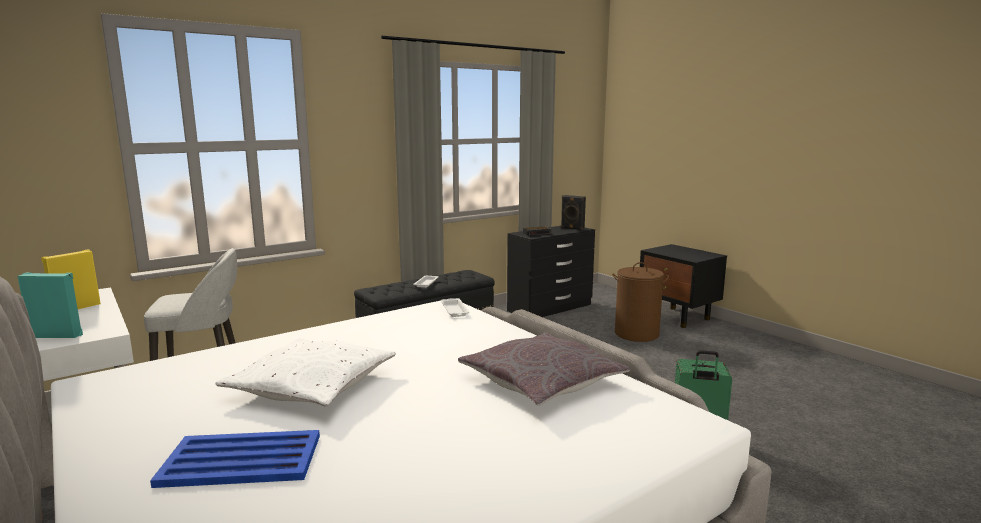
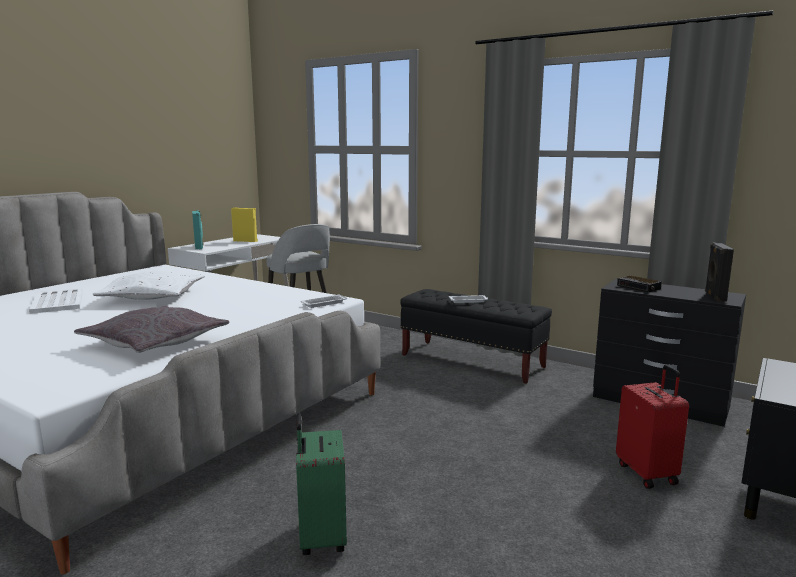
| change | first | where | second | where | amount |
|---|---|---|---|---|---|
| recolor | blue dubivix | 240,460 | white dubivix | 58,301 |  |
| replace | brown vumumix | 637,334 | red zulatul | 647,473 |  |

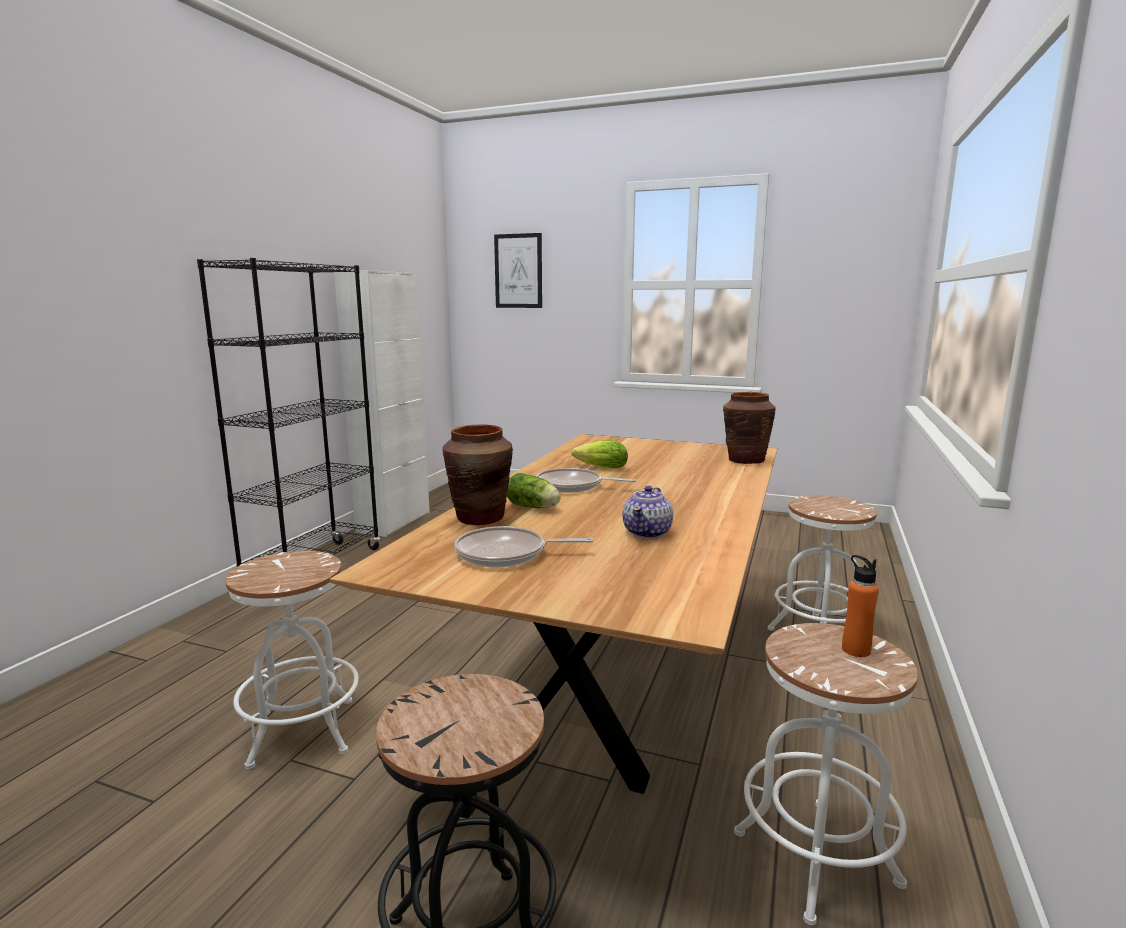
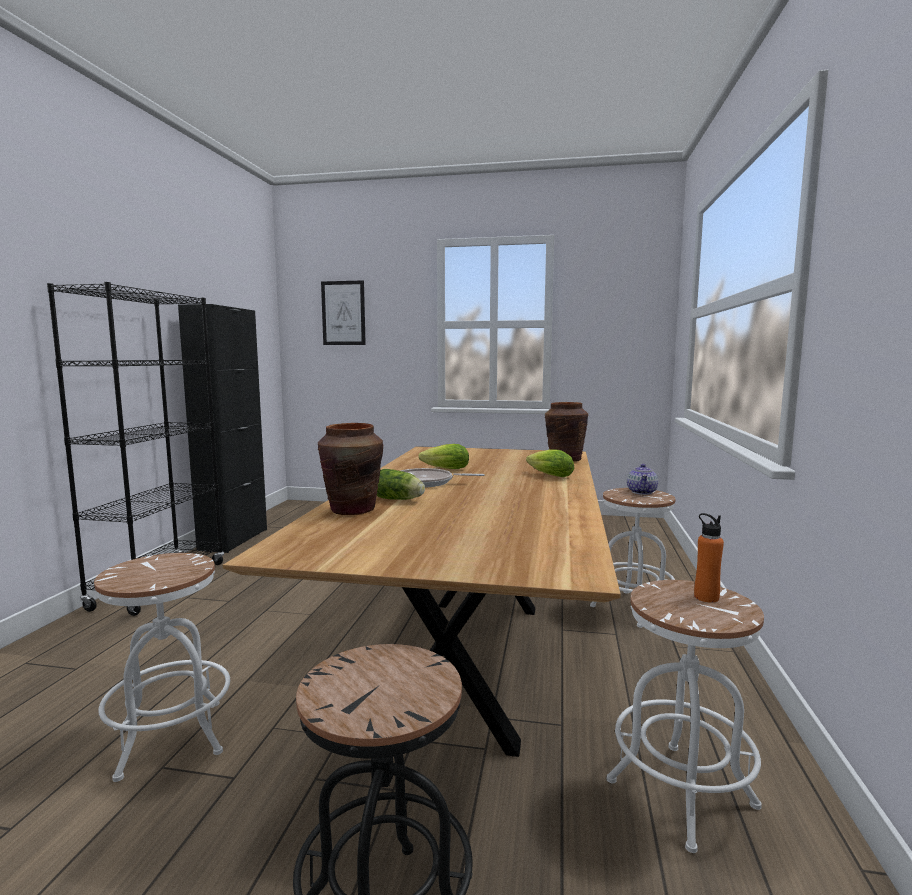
| change | first | where | second | where | amount |
|---|---|---|---|---|---|
| recolor | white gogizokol | 394,522 | black gogizokol | 233,539 |  |
| delete | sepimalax | 506,554 |  |  |  |
| move | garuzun | 648,532 |  | 642,492 |  |
| insert |  |  | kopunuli | 548,475 |  |

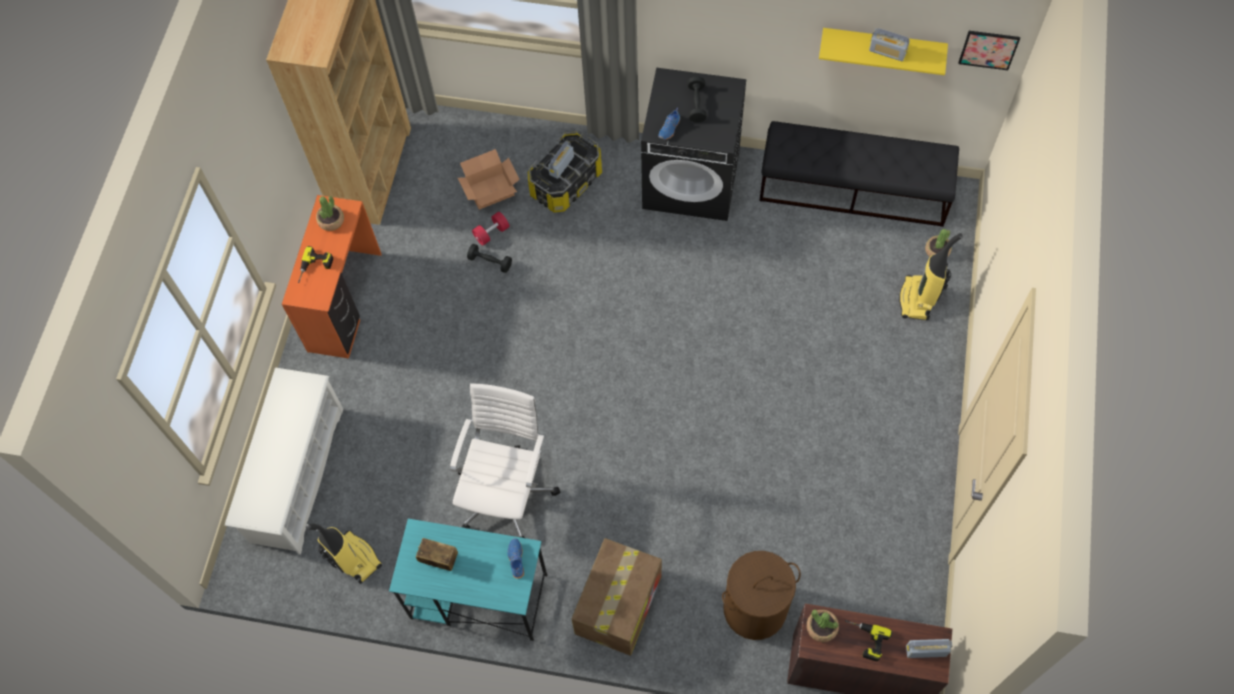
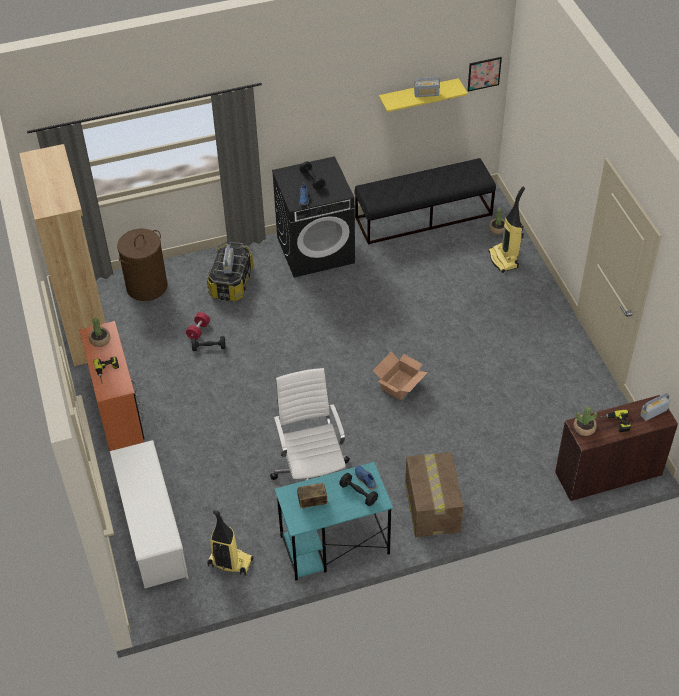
| change | first | where | second | where | amount |
|---|---|---|---|---|---|
| move | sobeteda | 490,191 |  | 399,384 |  |
| move | brown vumumix | 754,609 |  | 147,286 |  |
| insert |  |  | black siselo | 358,493 |  |

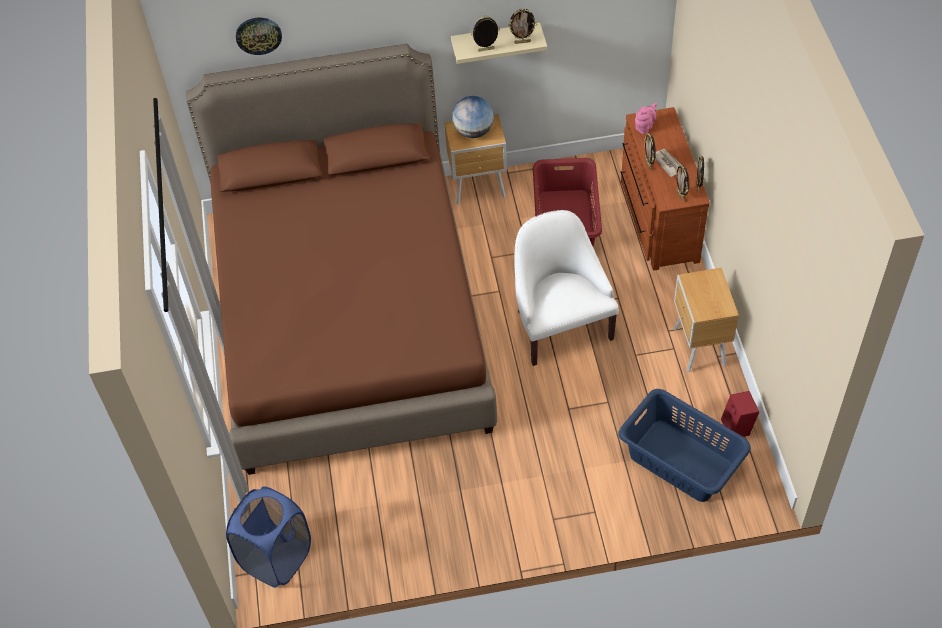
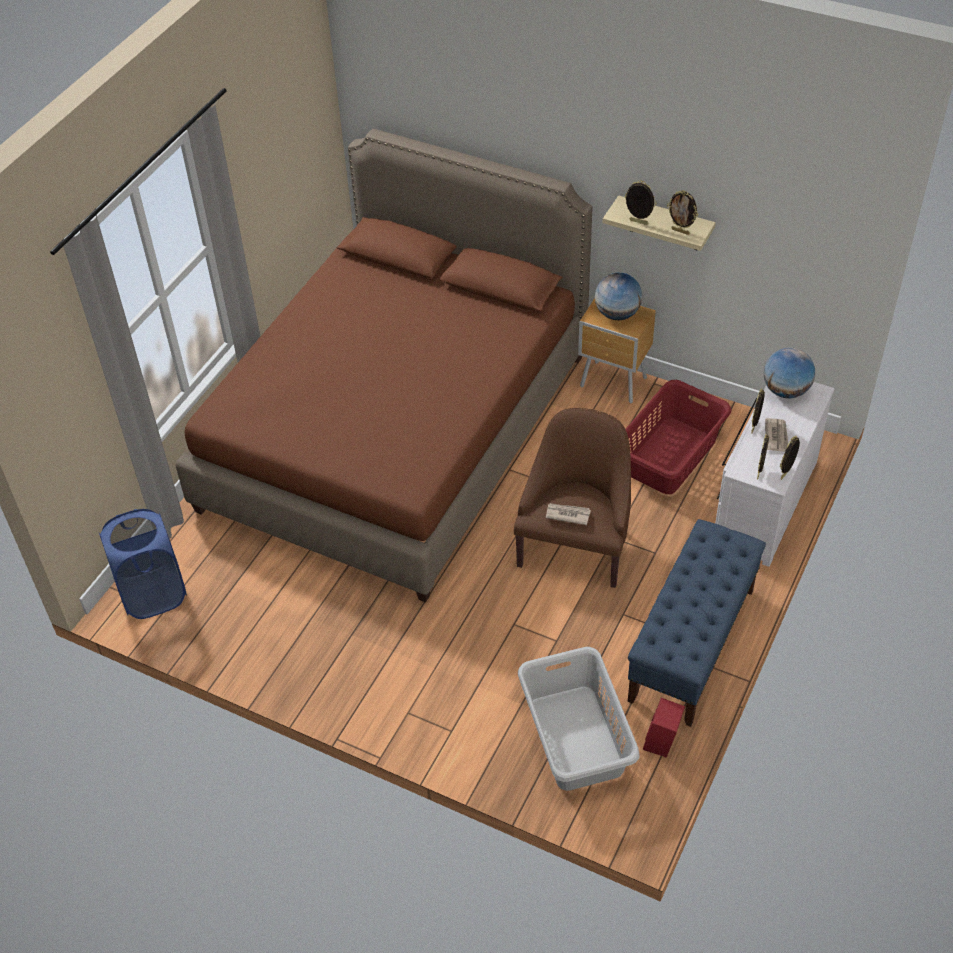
| change | first | where | second | where | amount |
|---|---|---|---|---|---|
| delete | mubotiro | 258,35 |  |  |  |
| recolor | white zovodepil | 560,325 | brown zovodepil | 576,545 |  |
| recolor | blue vumumix | 680,461 | grey vumumix | 575,738 |  |
| recolor | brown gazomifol | 657,219 | white gazomifol | 762,502 |  |
| replace | pink garuzun | 645,126 | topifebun | 785,391 |  |
| replace | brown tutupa | 698,348 | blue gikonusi | 692,645 |  |
| insert |  |  | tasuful | 567,514 |  |

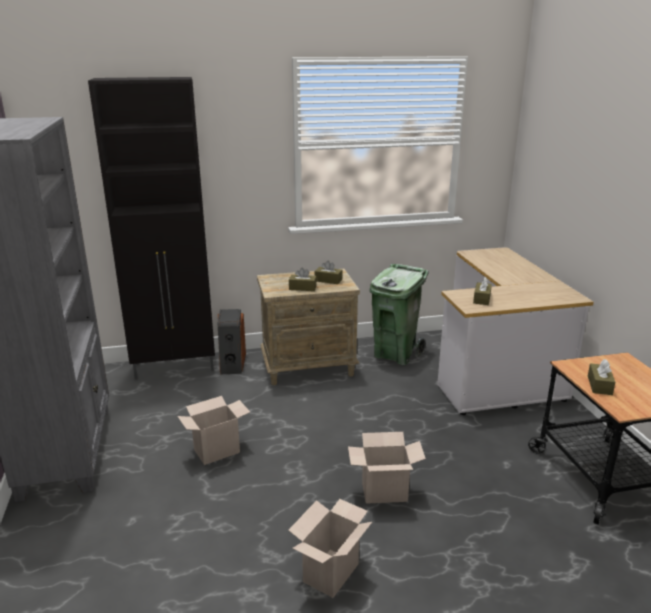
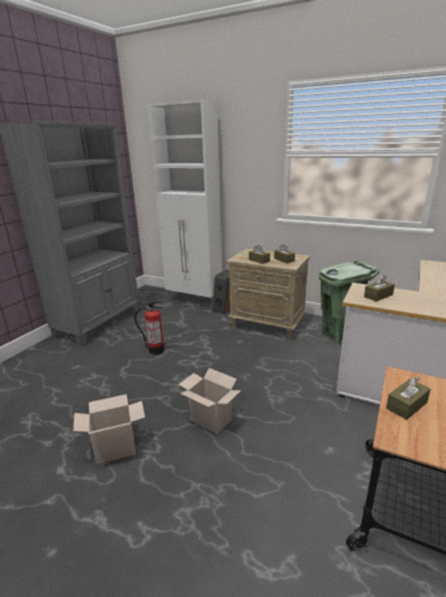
| change | first | where | second | where | amount |
|---|---|---|---|---|---|
| recolor | black gogizokol | 176,367 | white gogizokol | 195,300 |  |
| replace | sobeteda | 217,450 | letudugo | 156,350 |  |

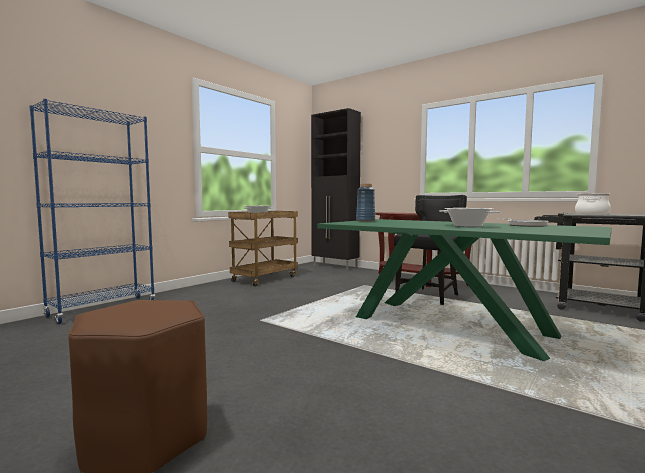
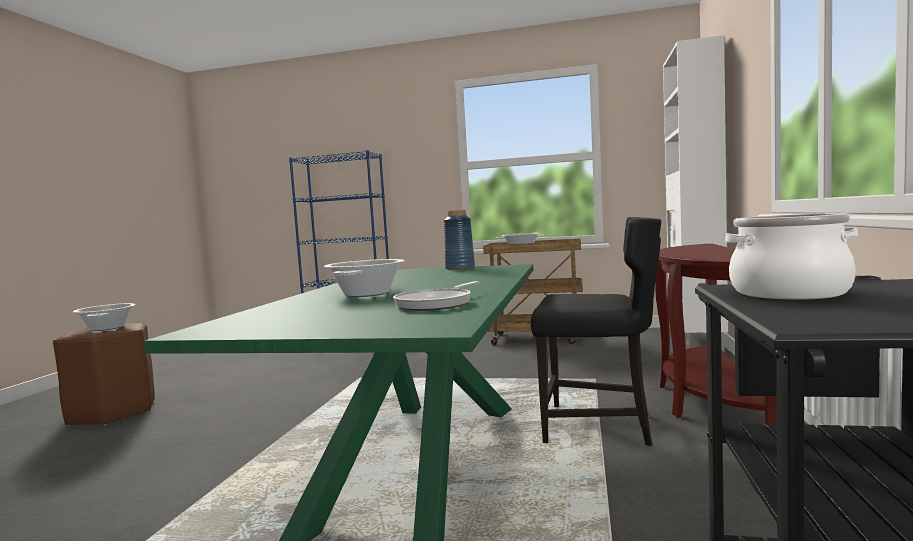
| change | first | where | second | where | amount |
|---|---|---|---|---|---|
| recolor | black gogizokol | 335,266 | white gogizokol | 696,342 |  |
| insert |  |  | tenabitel | 107,328 |  |

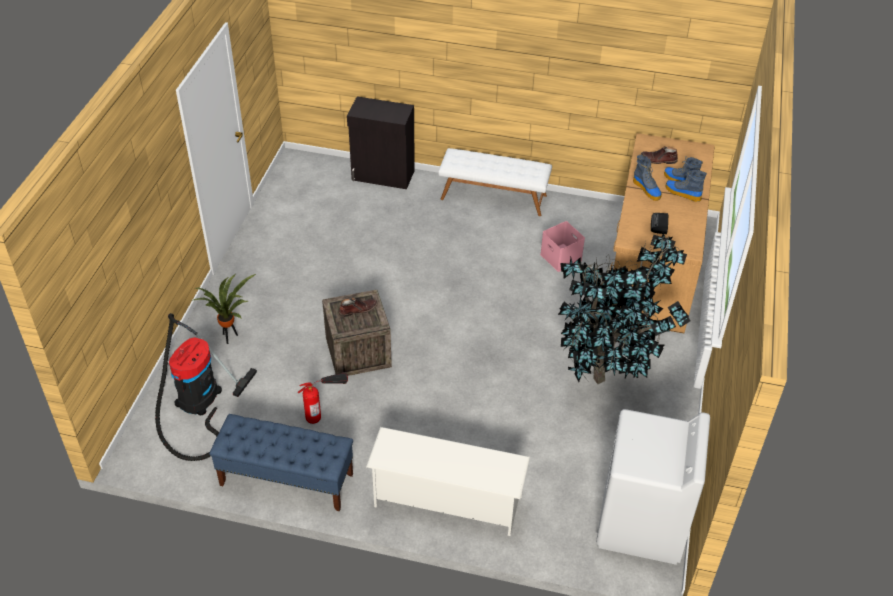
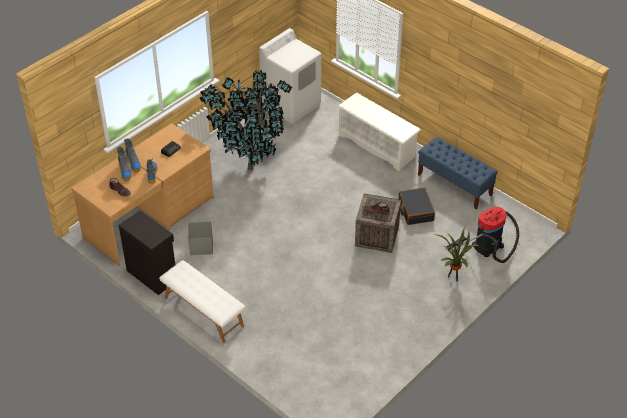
| change | first | where | second | where | amount |
|---|---|---|---|---|---|
| replace | letudugo | 325,410 | black zulatul | 415,210 |  |
| move | black gogizokol | 383,176 |  | 152,275 |  |
| recolor | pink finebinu | 562,257 | grey finebinu | 200,246 |  |

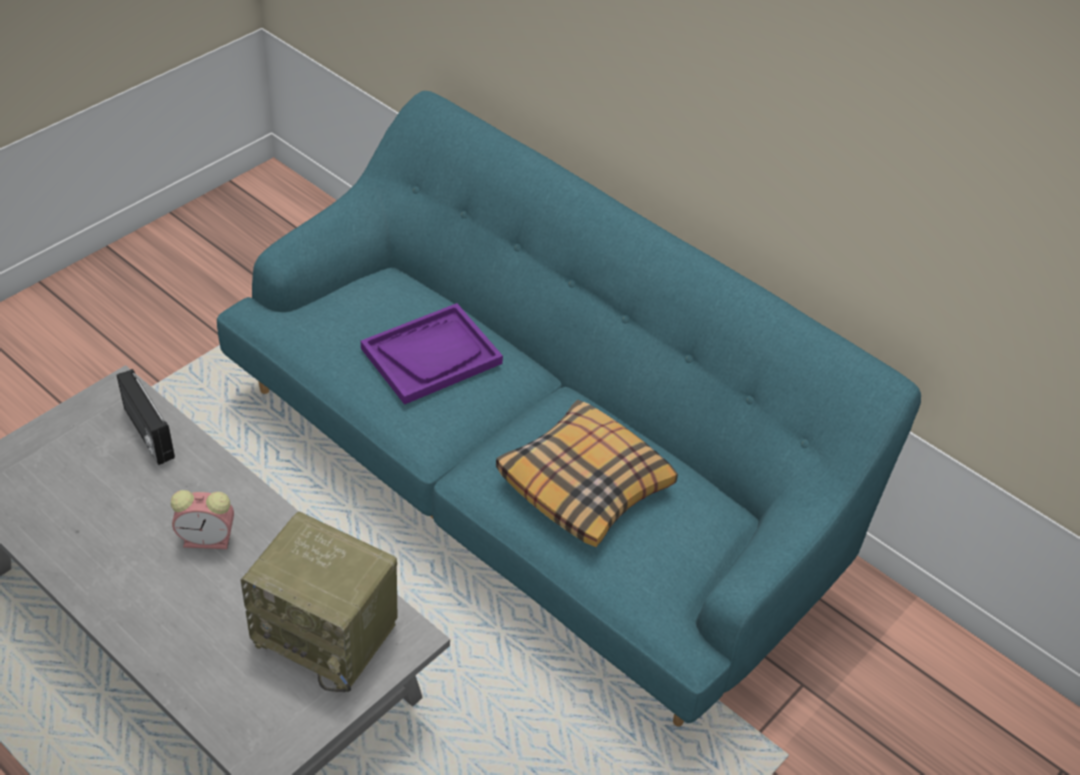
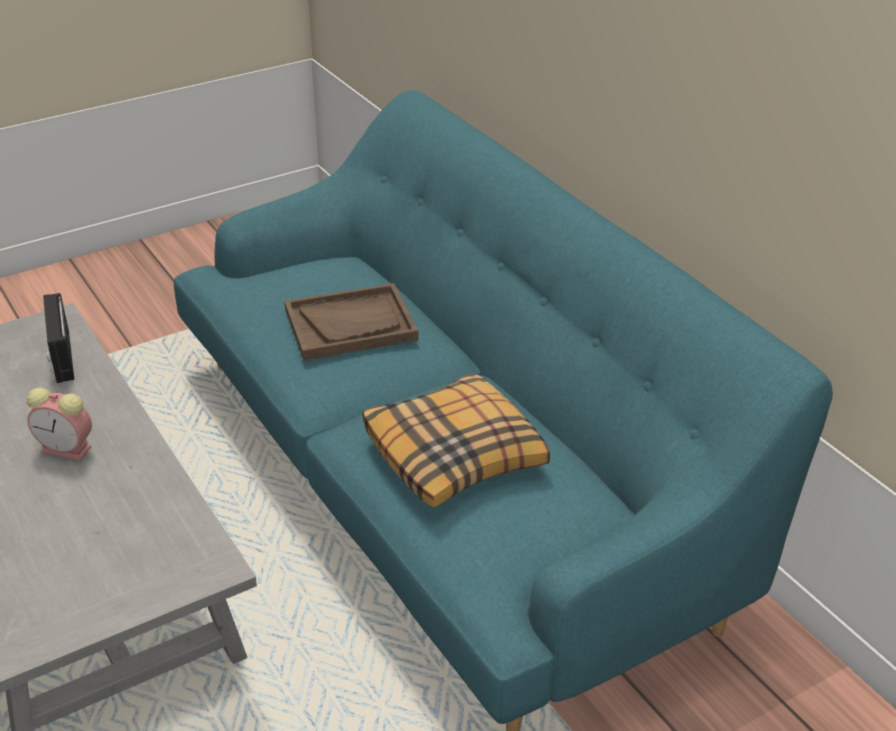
| change | first | where | second | where | amount |
|---|---|---|---|---|---|
| delete | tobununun | 328,633 |  |  |  |
| recolor | purple dubivix | 431,355 | brown dubivix | 351,325 |  |

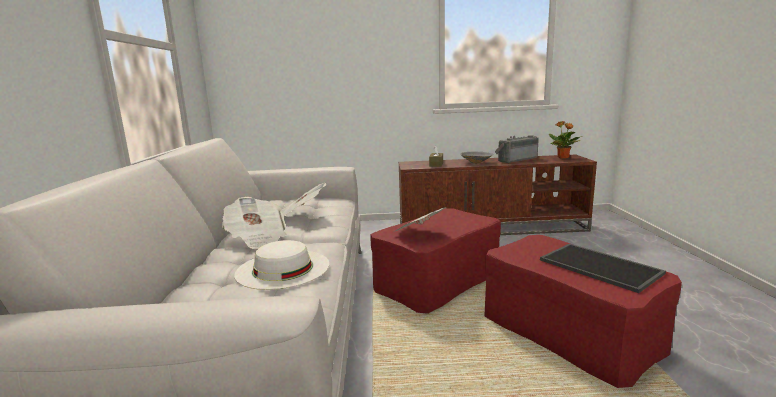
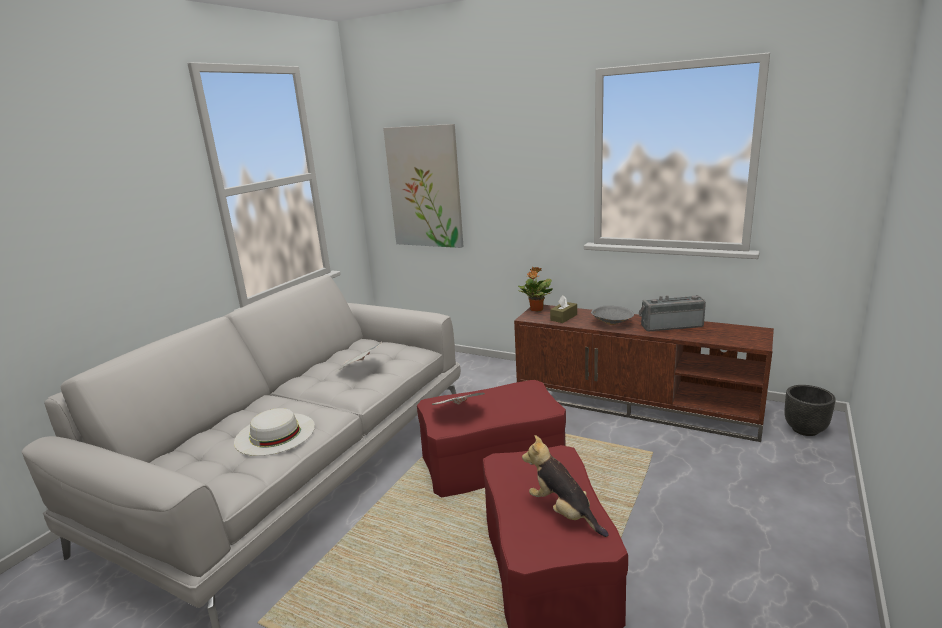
| change | first | where | second | where | amount |
|---|---|---|---|---|---|
| delete | tasuful | 256,238 |  |  |  |
| replace | dubivix | 601,266 | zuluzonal | 563,512 |  |
| move | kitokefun | 563,157 |  | 536,309 |  |
| insert |  |  | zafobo | 425,187 |  |
| insert |  |  | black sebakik | 804,430 |  |

